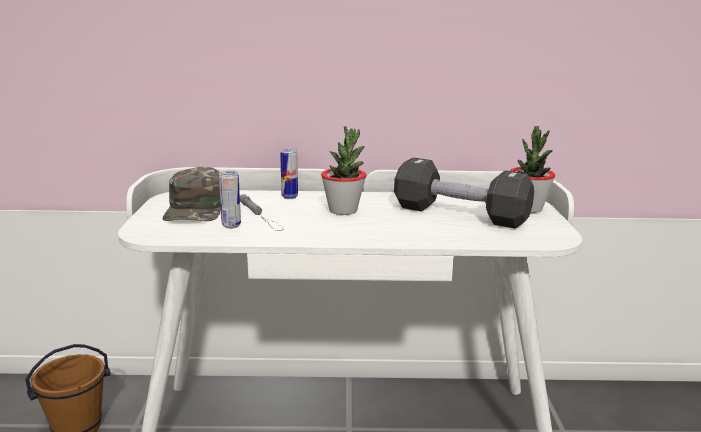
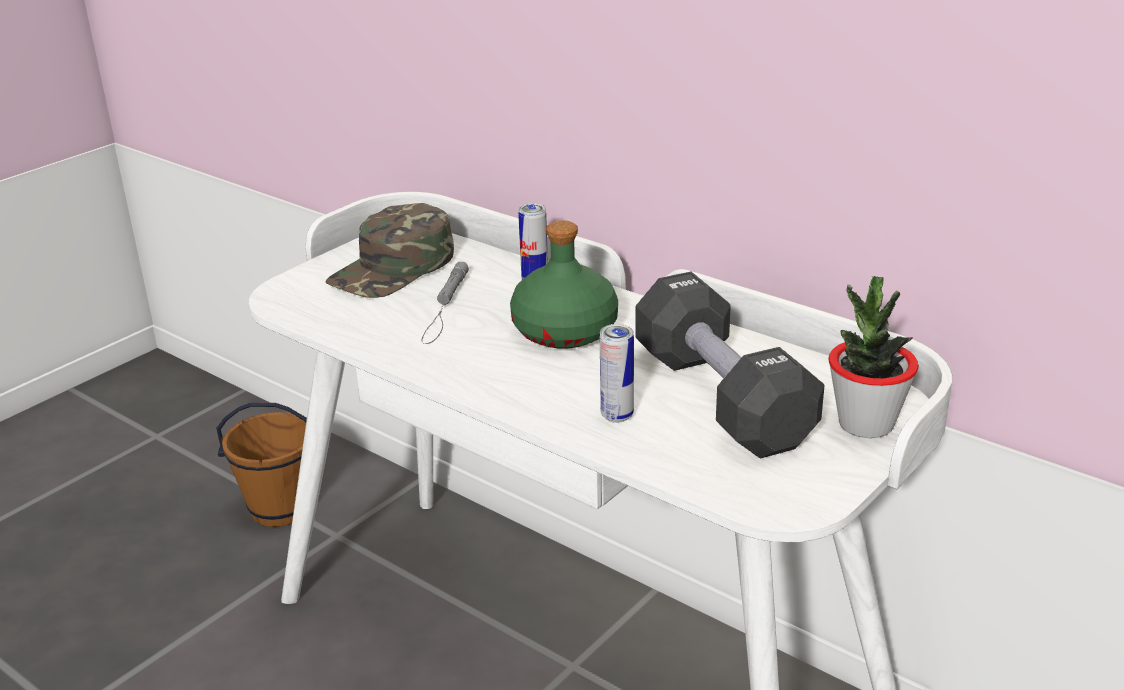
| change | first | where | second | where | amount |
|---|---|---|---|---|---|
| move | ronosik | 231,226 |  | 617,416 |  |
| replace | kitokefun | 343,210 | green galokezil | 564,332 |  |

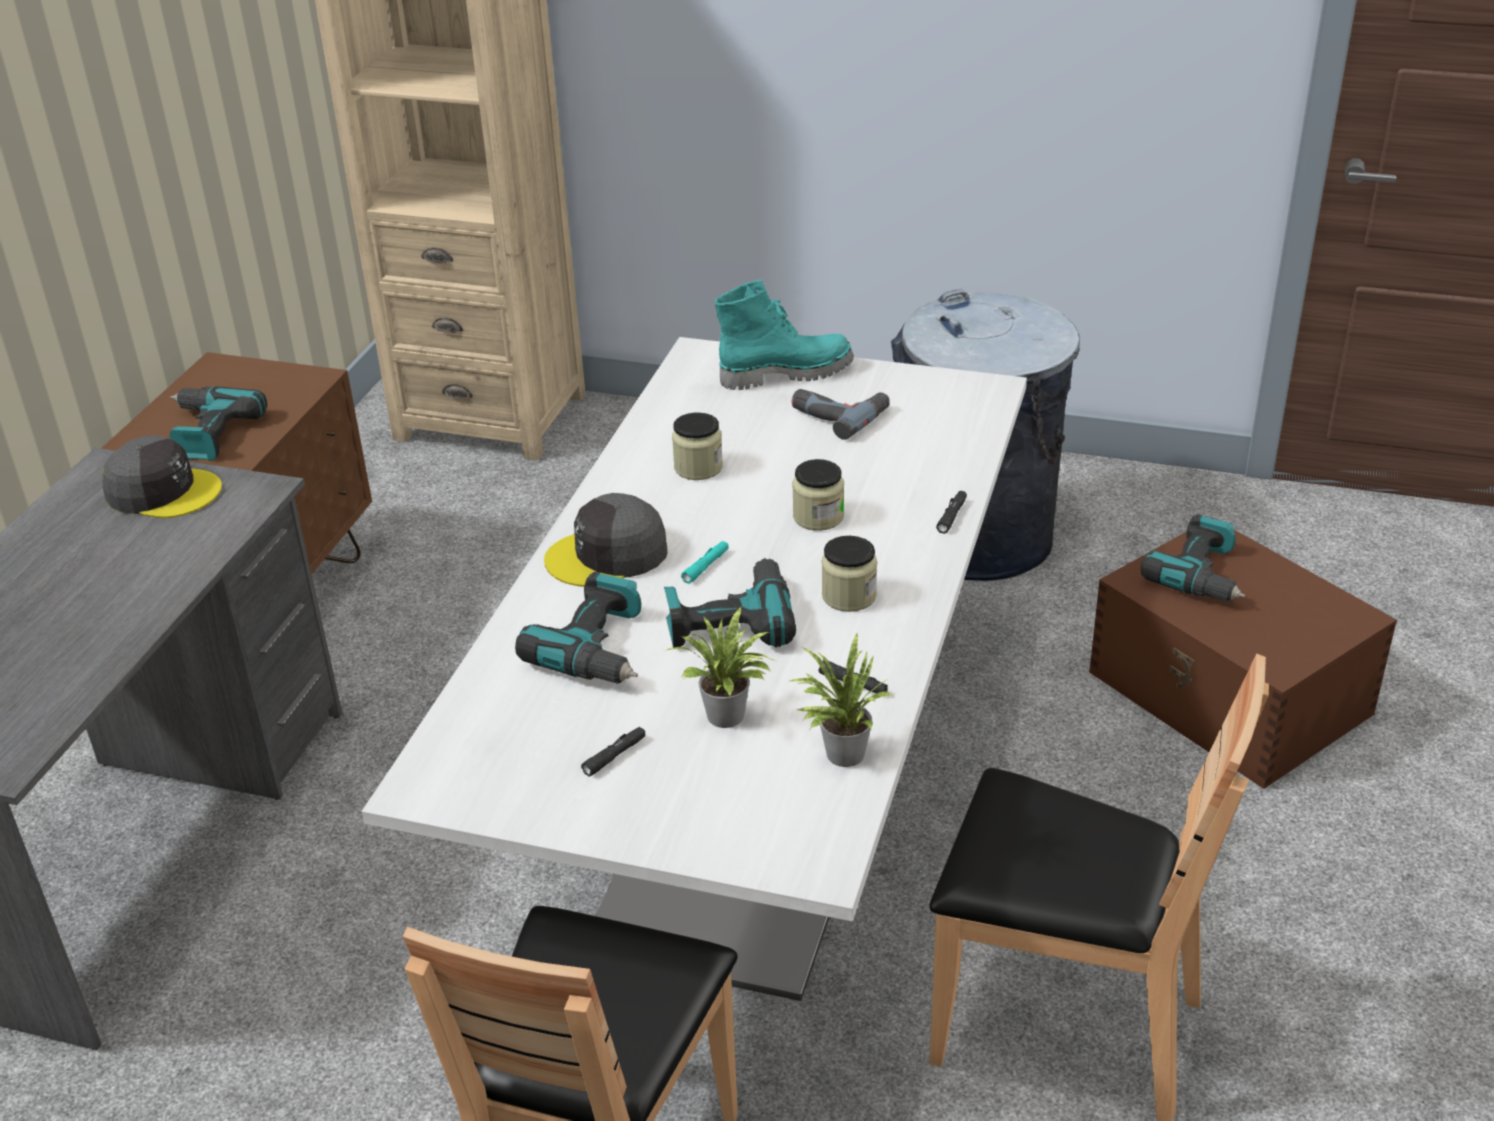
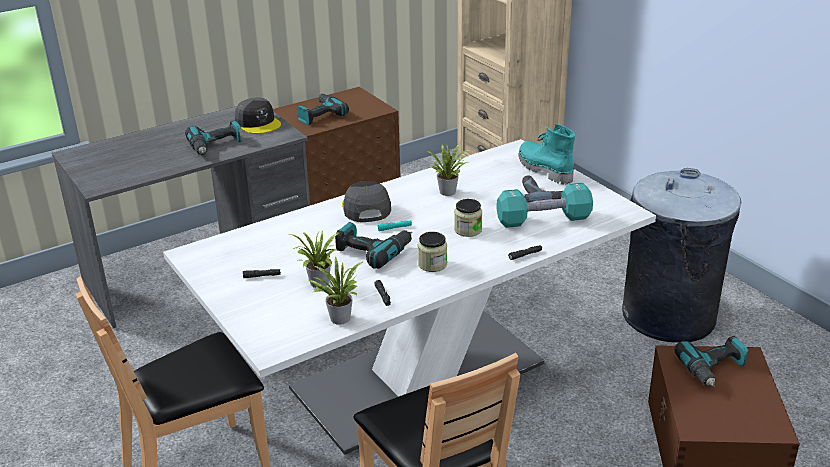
| change | first | where | second | where | amount |
|---|---|---|---|---|---|
| move | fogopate | 599,648 |  | 216,146 |  |
| rotate | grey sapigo | 608,555 |  | 366,207 | 60 degrees clockwise |
| replace | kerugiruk | 698,467 | kitokefun | 449,191 |  |
| rotate | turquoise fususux | 785,373 |  | 543,170 | 150 degrees counterclockwise |
| insert |  |  | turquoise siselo | 543,220 |  |

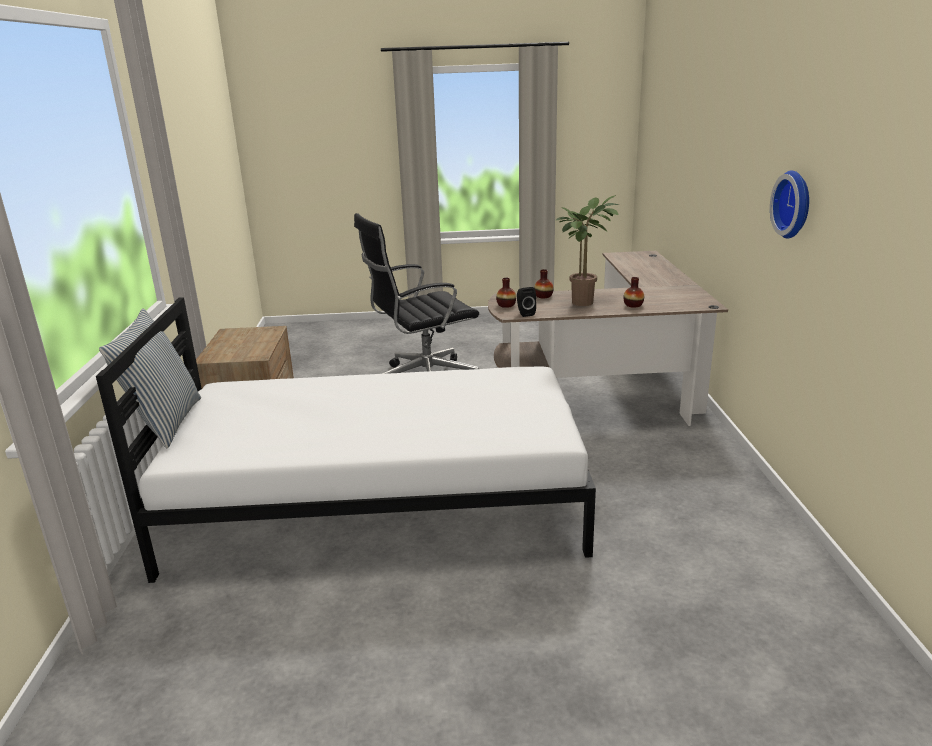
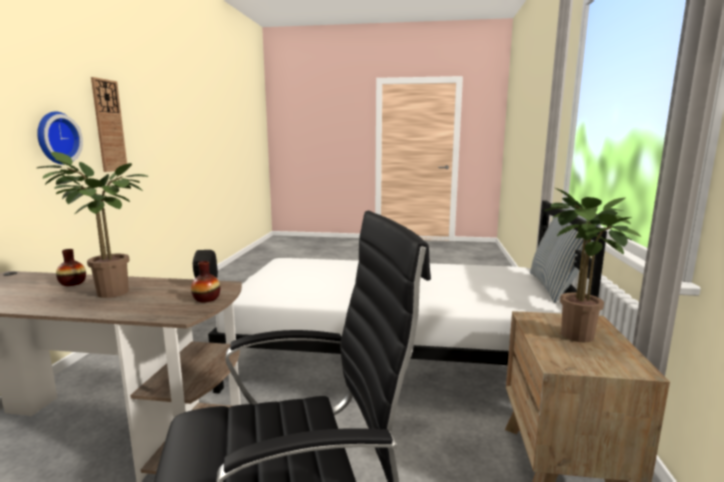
| change | first | where | second | where | amount |
|---|---|---|---|---|---|
| delete | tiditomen | 543,296 |  |  |  |
| insert |  |  | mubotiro | 109,126 |  |
| insert |  |  | kitokefun | 578,338 |  |

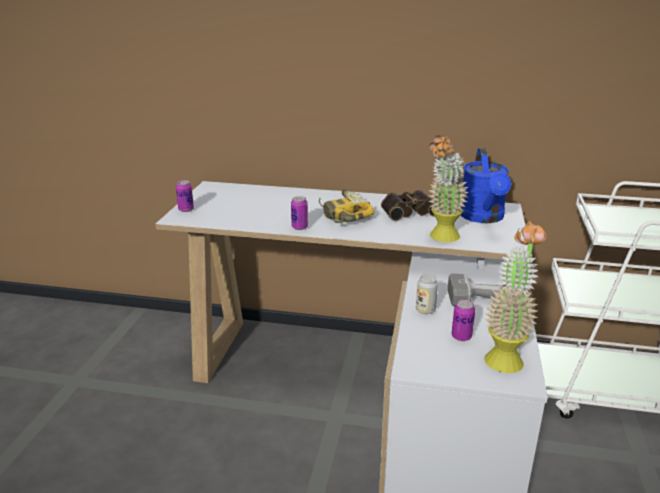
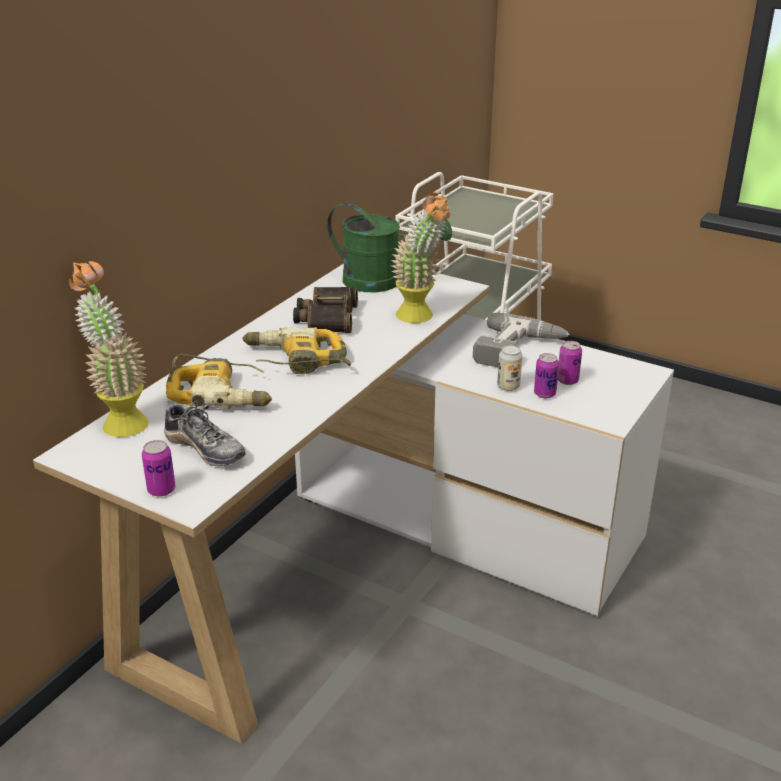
| change | first | where | second | where | amount |
|---|---|---|---|---|---|
| move | ronosik | 299,227 |  | 544,394 |  |
| recolor | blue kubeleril | 483,218 | green kubeleril | 383,282 |  |
| move | kitokefun | 506,356 |  | 119,420 |  |
| insert |  |  | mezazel | 205,448 |  |
| insert |  |  | fogopate | 221,393 |  |

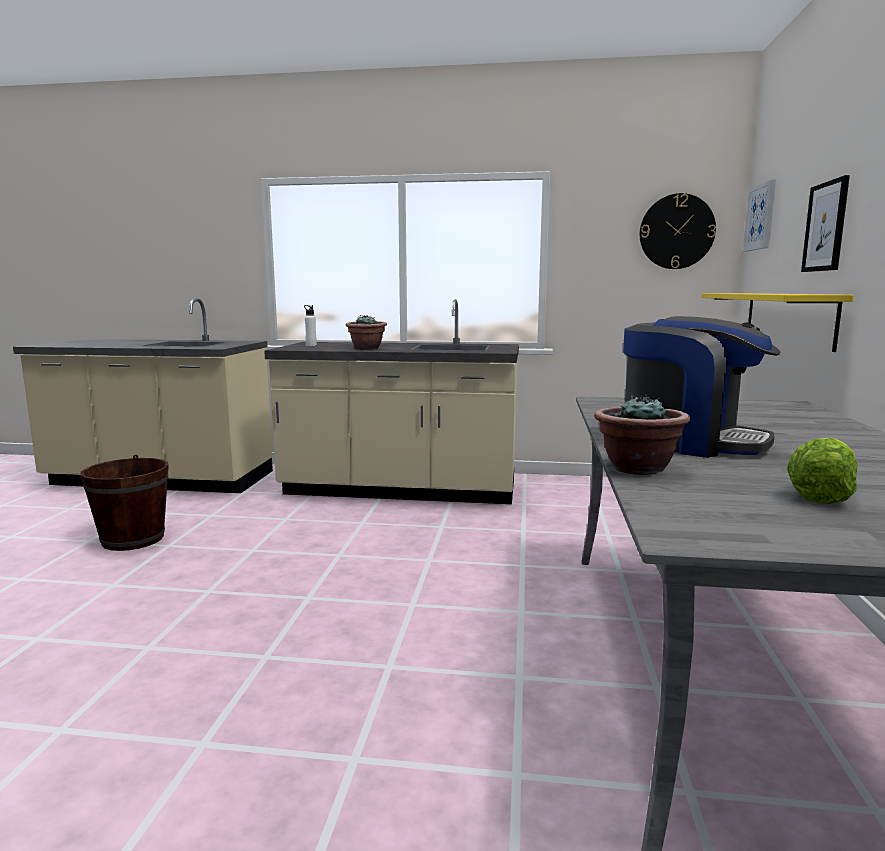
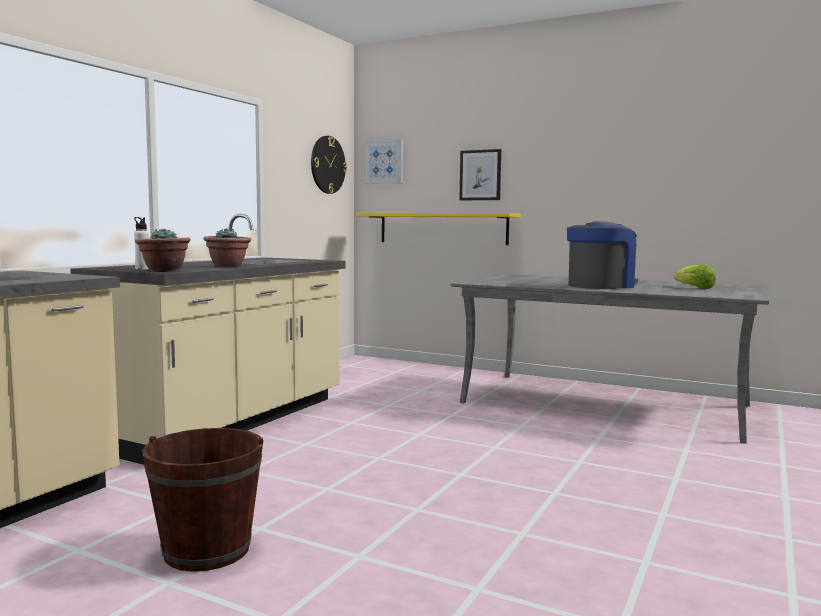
| change | first | where | second | where | amount |
|---|---|---|---|---|---|
| move | kitokefun | 637,468 |  | 164,271 |  |

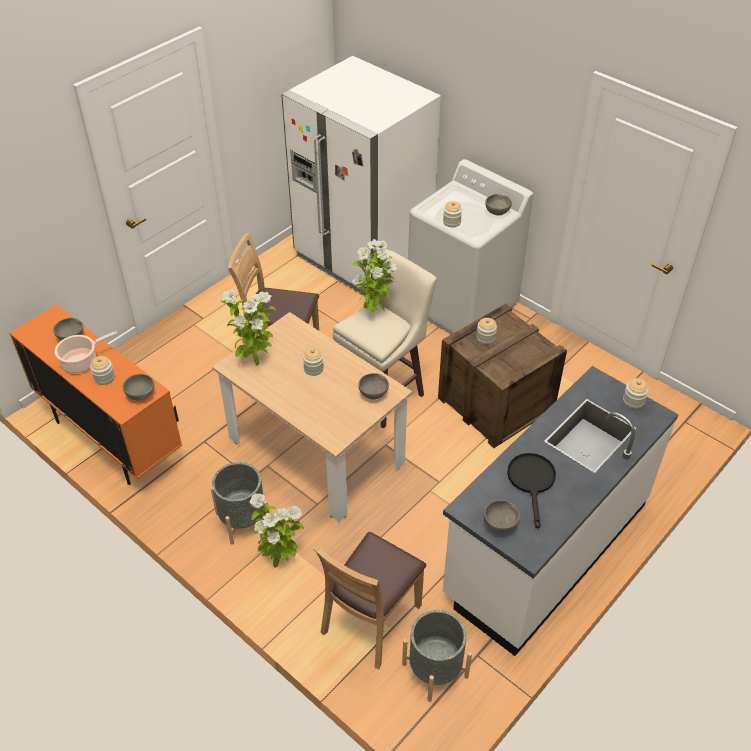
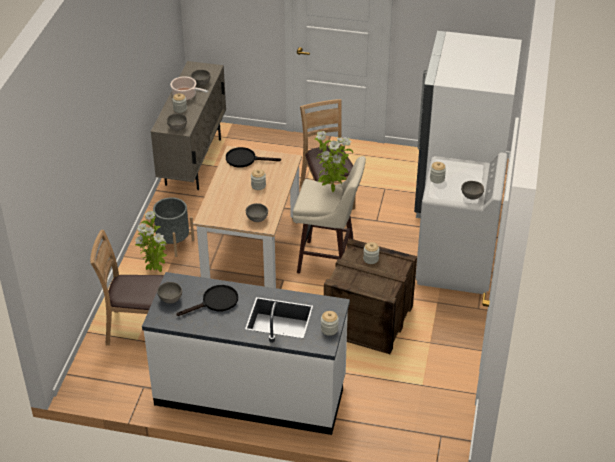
| change | first | where | second | where | amount |
|---|---|---|---|---|---|
| recolor | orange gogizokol | 111,439 | beige gogizokol | 193,162 |  |
| replace | kitokefun | 254,360 | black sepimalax | 245,159 |  |
| delete | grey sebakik | 435,670 |  |  |  |

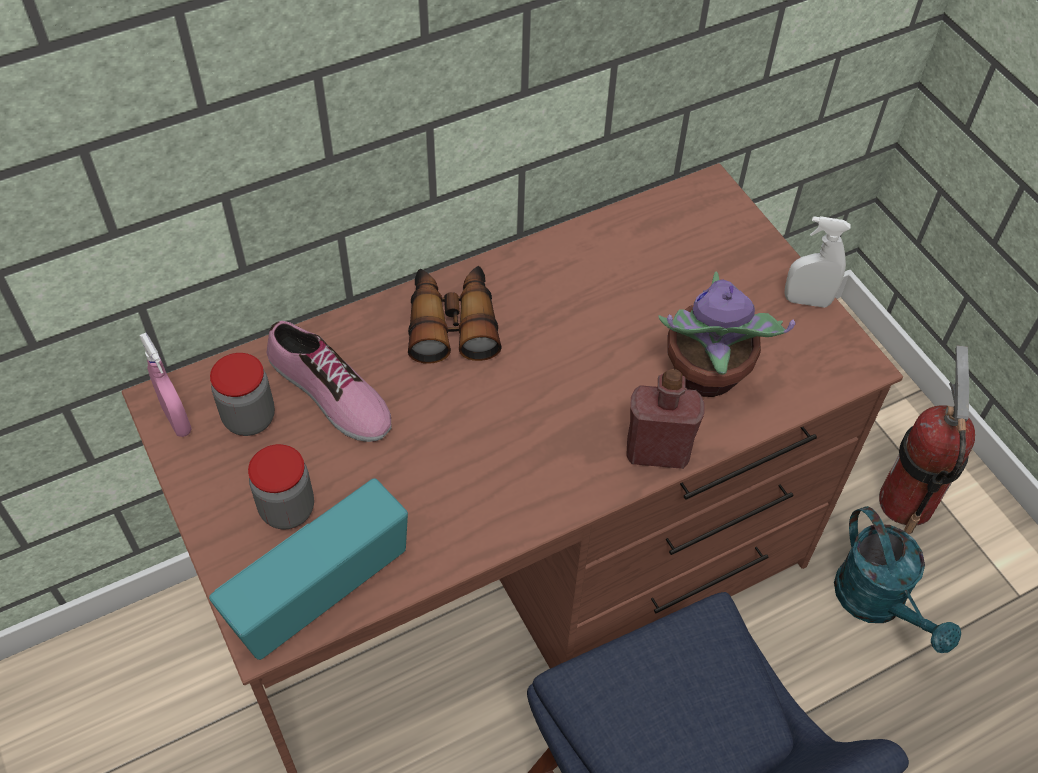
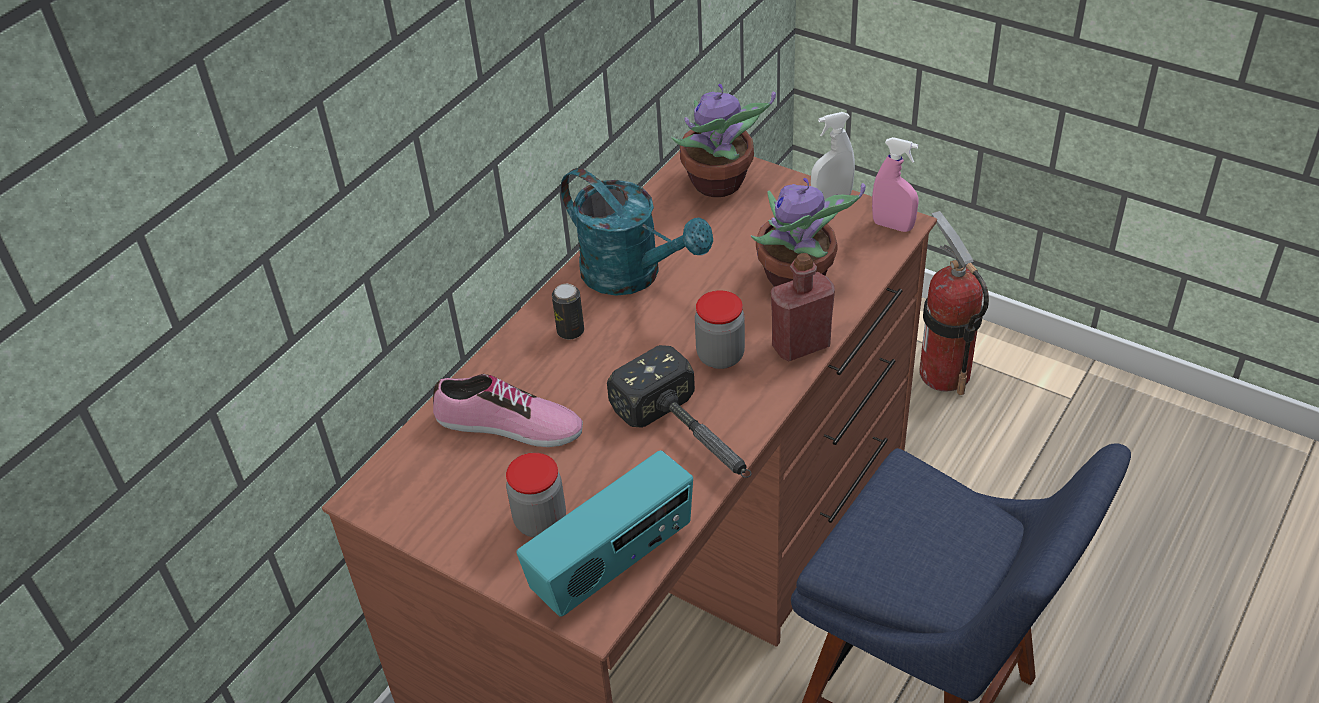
| change | first | where | second | where | amount |
|---|---|---|---|---|---|
| move | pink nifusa | 177,420 |  | 892,226 |  |
| rotate | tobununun | 319,590 |  | 613,563 | 150 degrees counterclockwise |
| move | kerugiruk | 249,418 |  | 720,356 |  |
| replace | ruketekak | 452,322 | ronosik | 570,331 |  |
| move | turquoise kubeleril | 877,603 |  | 633,275 |  |
| insert |  |  | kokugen | 691,439 |  |
| insert |  |  | kitokefun | 718,184 |  |

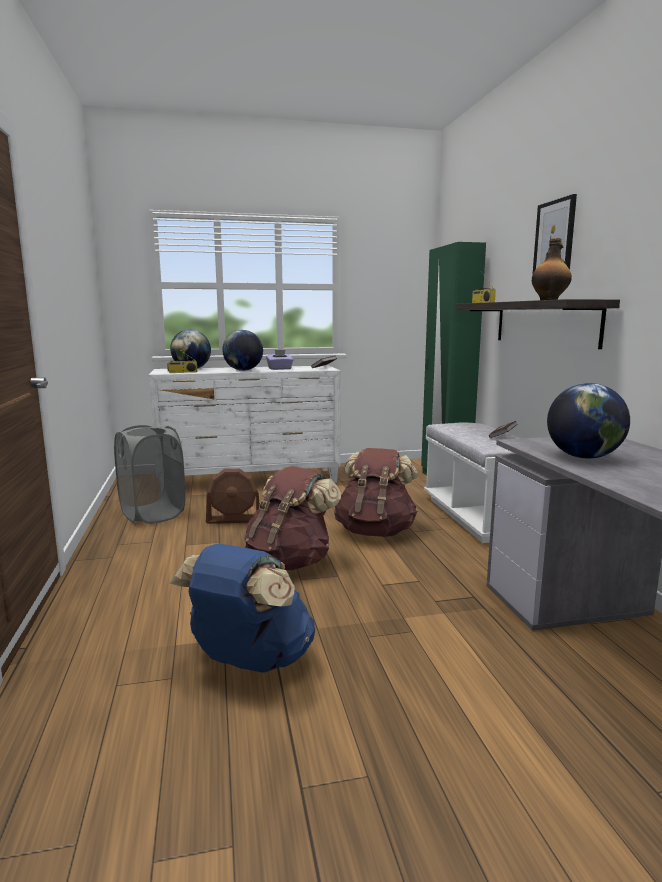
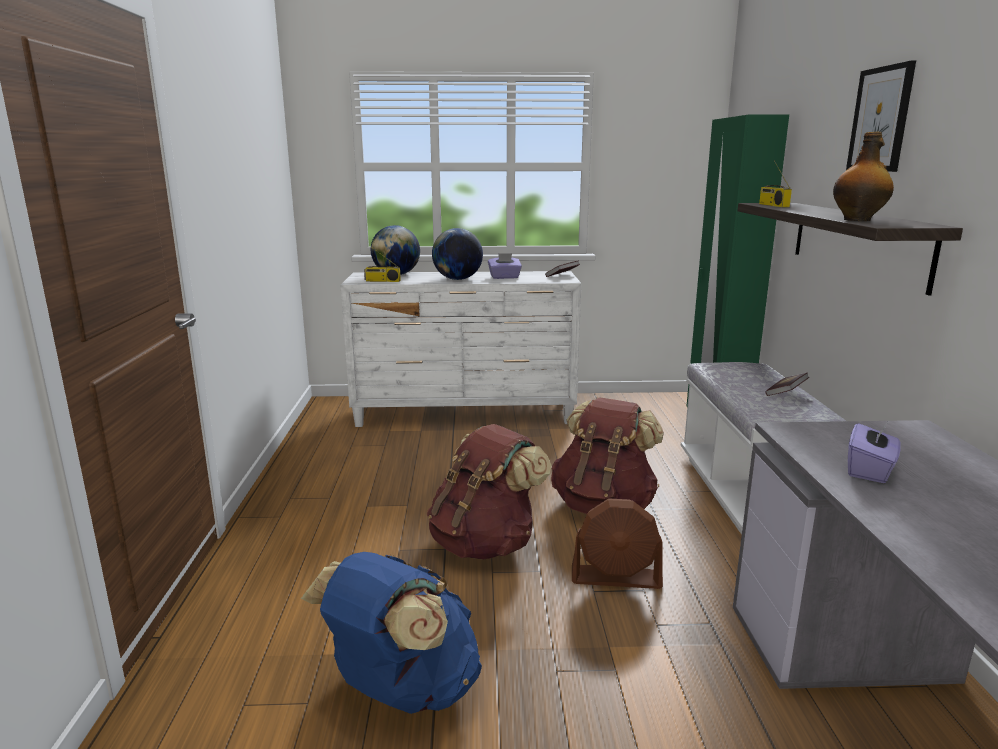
| change | first | where | second | where | amount |
|---|---|---|---|---|---|
| delete | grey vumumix | 152,514 |  |  |  |
| move | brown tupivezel | 234,519 |  | 616,578 |  |
| replace | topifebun | 583,457 | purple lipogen | 870,470 |  |

